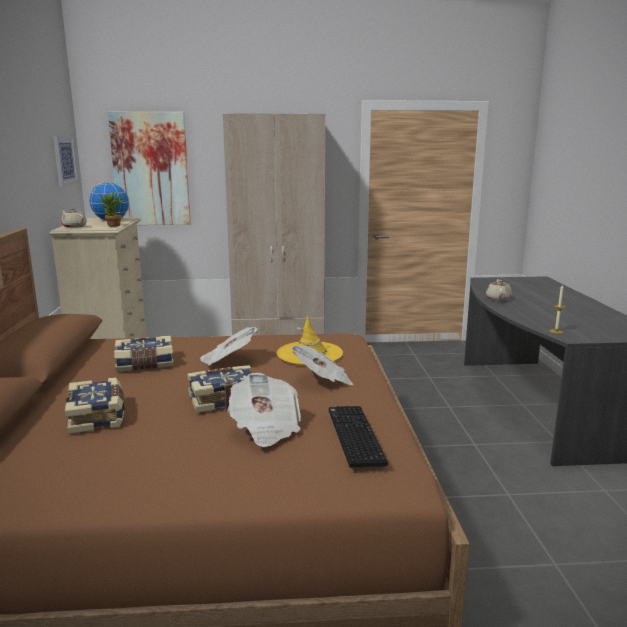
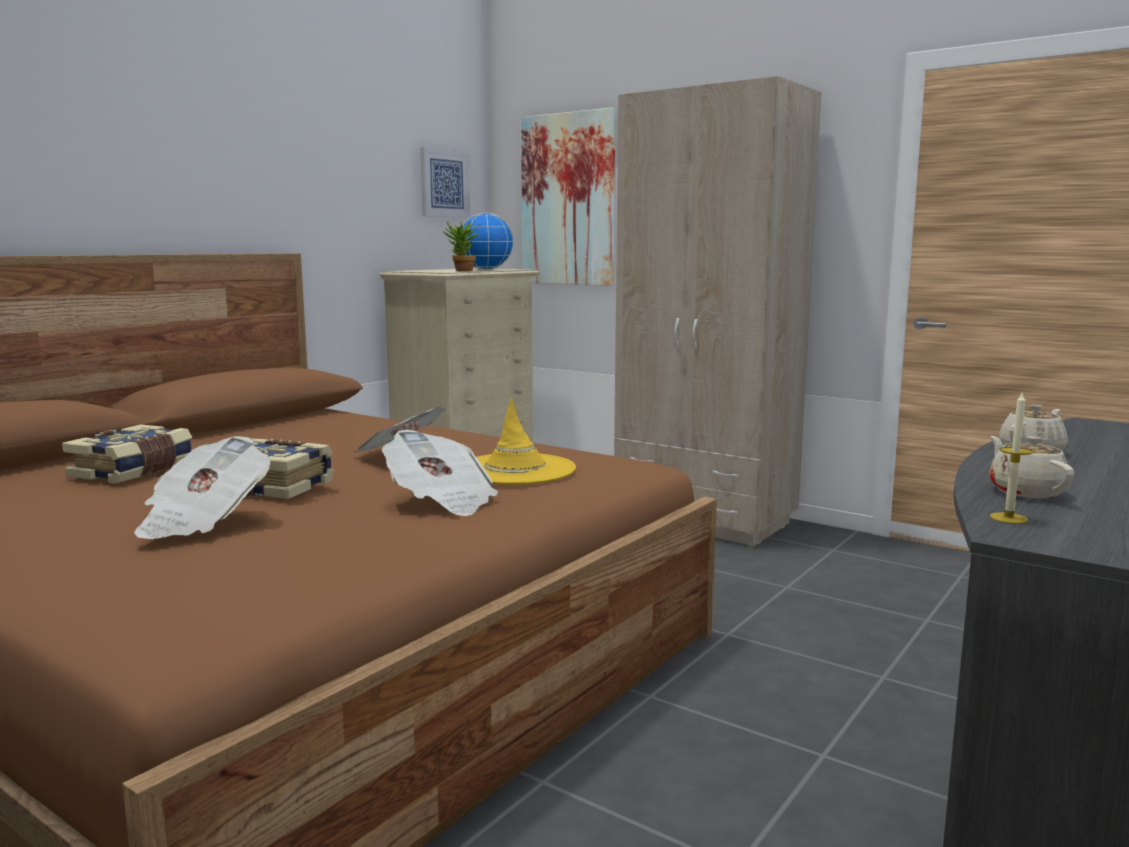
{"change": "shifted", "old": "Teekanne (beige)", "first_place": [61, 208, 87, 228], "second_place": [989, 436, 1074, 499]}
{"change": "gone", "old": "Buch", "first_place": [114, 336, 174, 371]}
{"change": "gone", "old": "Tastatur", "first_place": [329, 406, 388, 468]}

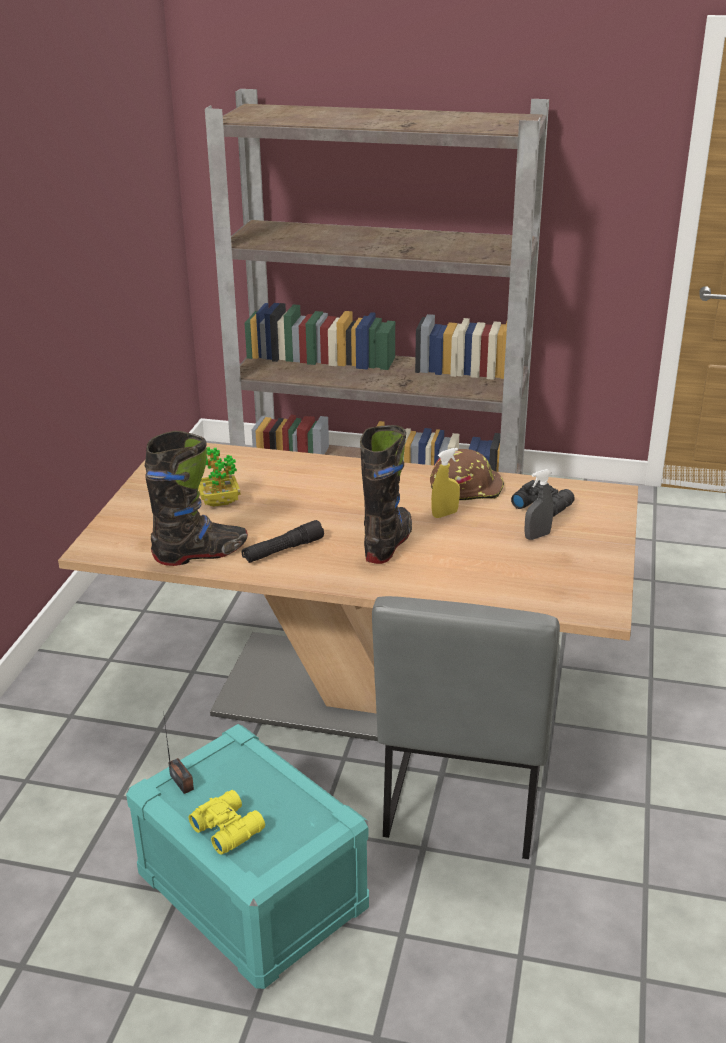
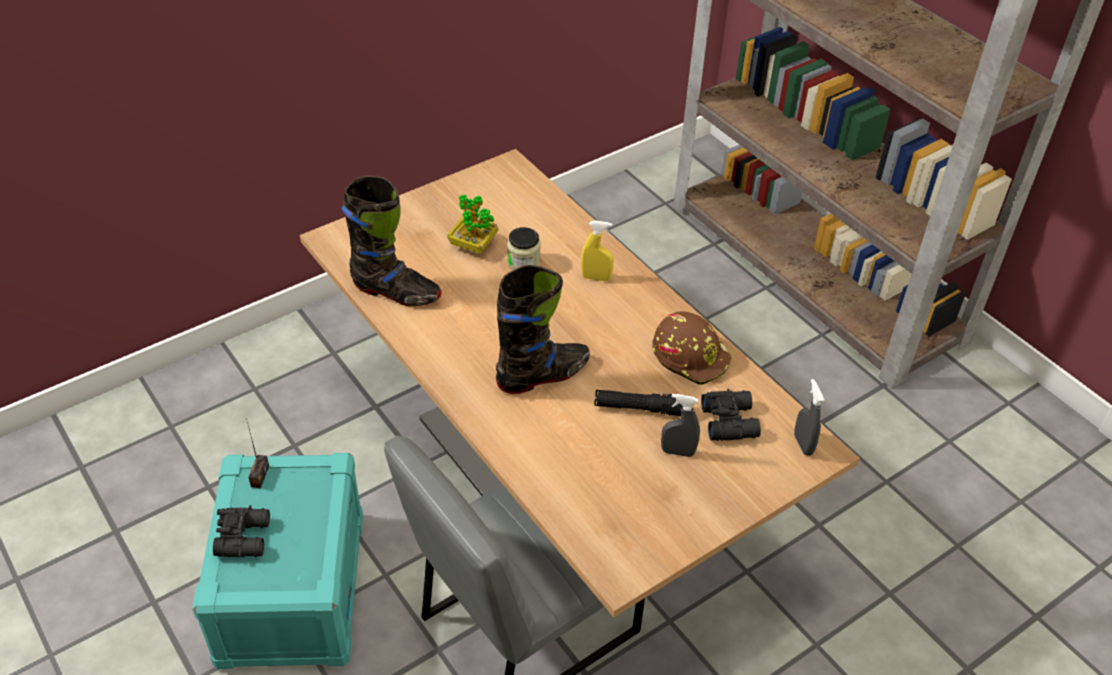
{"change": "repainted", "old": "Fernglas (gelb)", "new": "Fernglas (schwarz)", "first_place": [189, 790, 265, 855], "second_place": [213, 505, 270, 557]}
{"change": "new", "new": "Vorratsglas", "second_place": [507, 227, 541, 271]}
{"change": "shifted", "old": "Sprühflasche (gelb)", "first_place": [431, 448, 460, 518], "second_place": [581, 220, 614, 281]}
{"change": "shifted", "old": "Taschenlampe (schwarz)", "first_place": [241, 520, 324, 563], "second_place": [594, 390, 688, 416]}
{"change": "new", "new": "Sprühflasche (grau)", "second_place": [794, 379, 824, 456]}

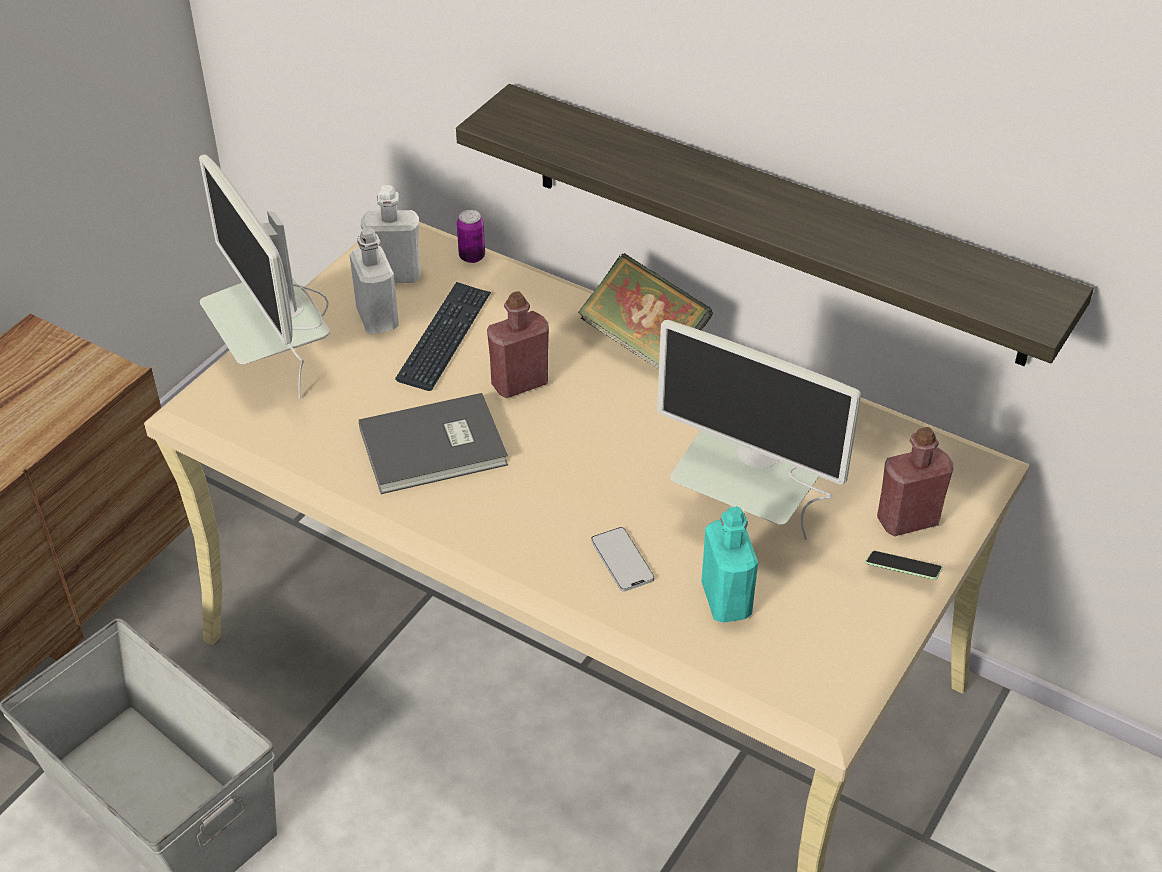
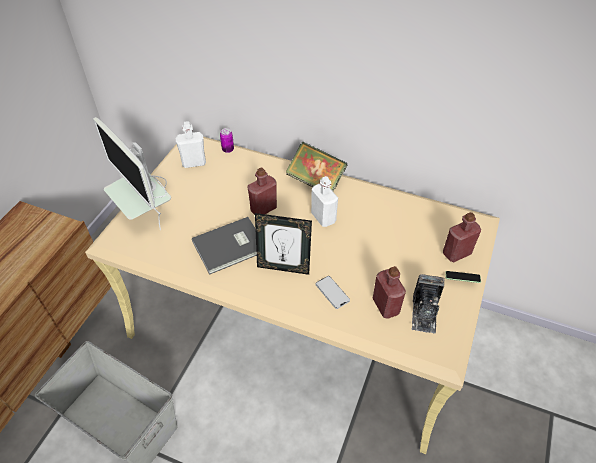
{"change": "new", "new": "Bilderrahmen", "second_place": [255, 213, 312, 275]}
{"change": "shifted", "old": "Flasche (weiß)", "first_place": [350, 227, 399, 334], "second_place": [311, 176, 338, 227]}
{"change": "repainted", "old": "Flasche (türkis)", "new": "Flasche (rot)", "first_place": [701, 506, 758, 623], "second_place": [372, 266, 406, 319]}
{"change": "new", "new": "Kamera", "second_place": [412, 274, 445, 334]}
{"change": "gone", "old": "Tastatur", "first_place": [395, 282, 491, 391]}
{"change": "gone", "old": "Wandregal", "first_place": [456, 84, 1094, 366]}
{"change": "gone", "old": "Monitor", "first_place": [657, 320, 861, 540]}

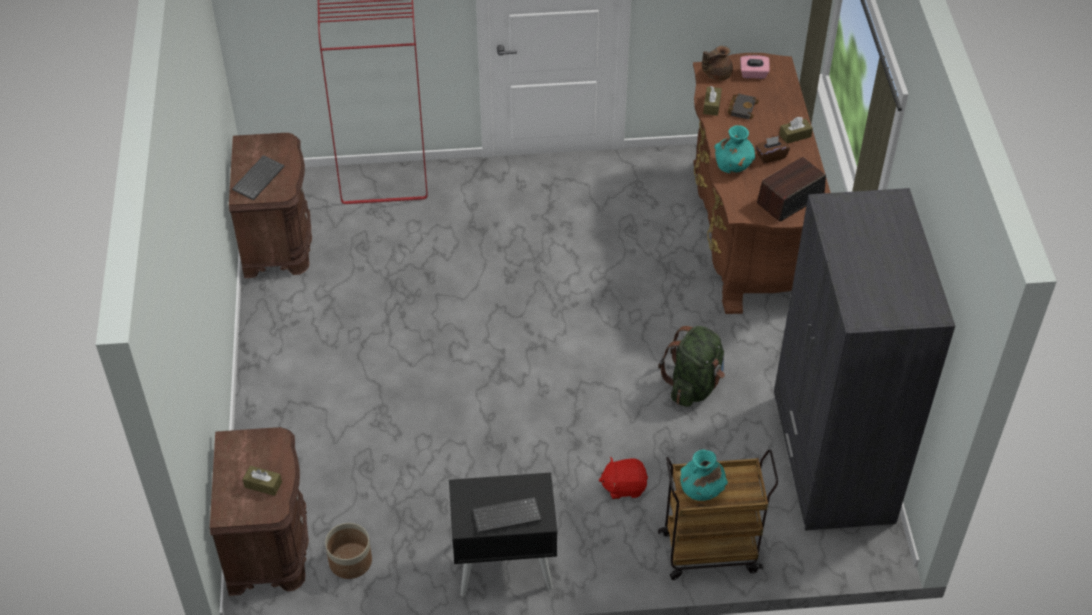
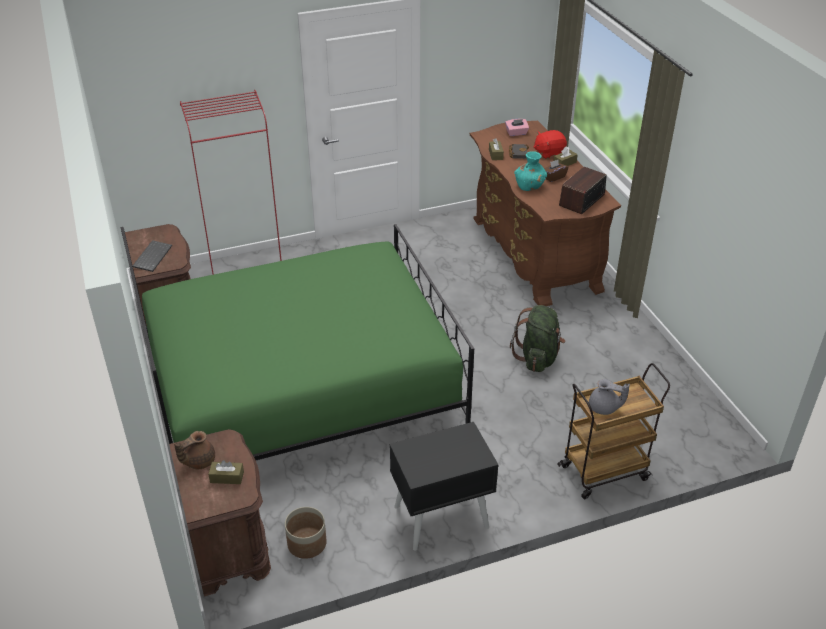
{"change": "new", "new": "Bett (grün)", "second_place": [120, 224, 474, 460]}
{"change": "shifted", "old": "Teekanne (braun)", "first_place": [702, 46, 733, 81], "second_place": [174, 431, 215, 469]}
{"change": "shifted", "old": "Plüschtier (rot)", "first_place": [599, 457, 648, 499], "second_place": [534, 130, 567, 159]}
{"change": "swapped", "old": "Vase (türkis)", "new": "Teekanne (grau)", "first_place": [680, 449, 728, 501], "second_place": [589, 379, 630, 415]}
{"change": "gone", "old": "Tastatur", "first_place": [473, 497, 542, 533]}
{"change": "gone", "old": "Kleiderschrank (grau)", "first_place": [774, 188, 955, 531]}

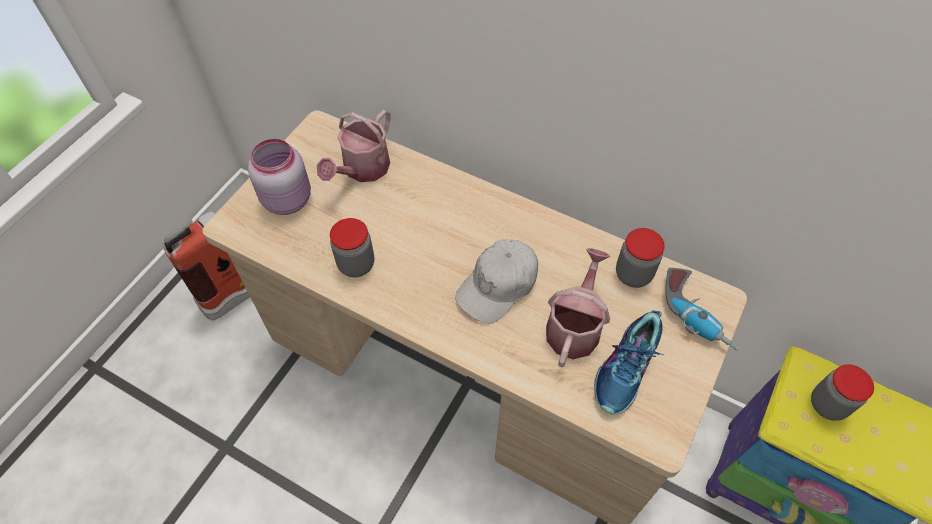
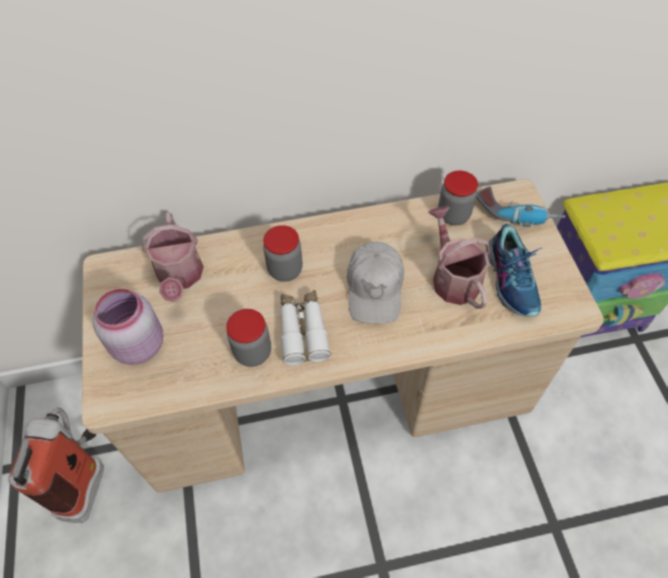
{"change": "shifted", "old": "Vorratsglas", "first_place": [811, 365, 874, 421], "second_place": [263, 225, 303, 282]}
{"change": "new", "new": "Fernglas (weiß)", "second_place": [281, 290, 331, 365]}

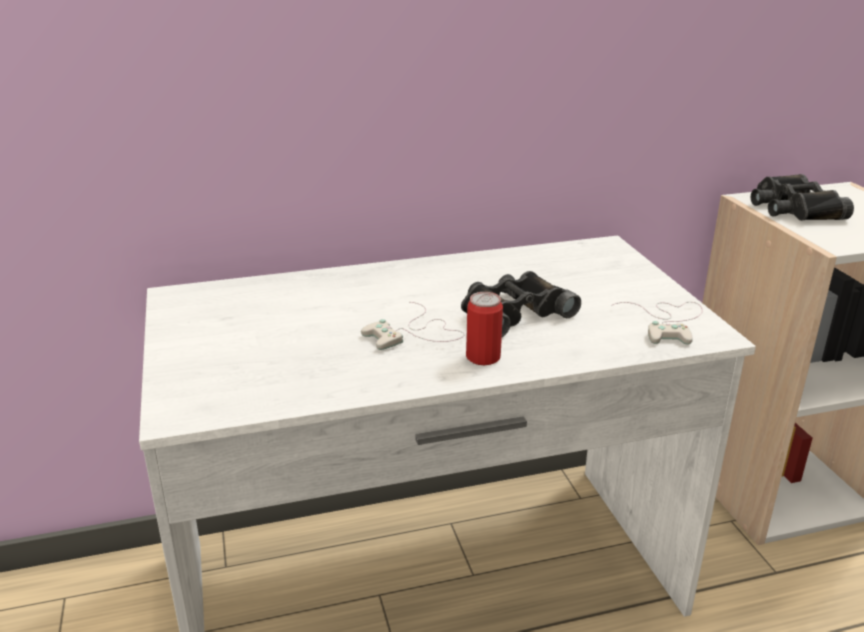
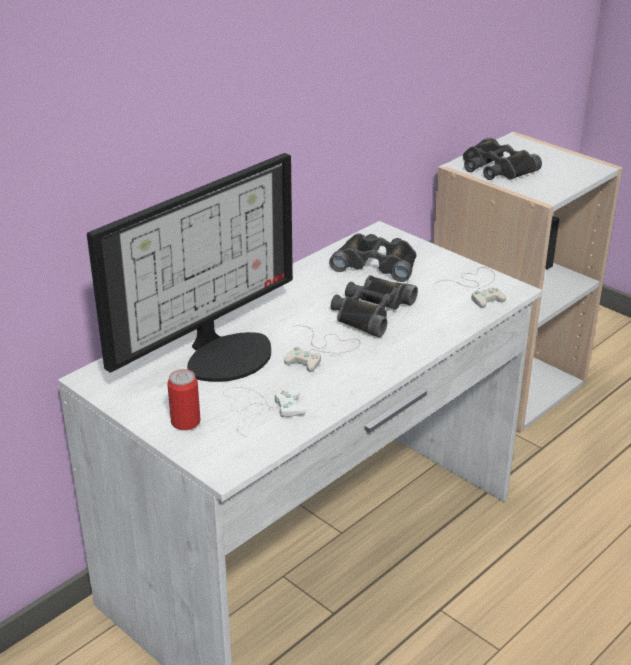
{"change": "new", "new": "Monitor", "second_place": [87, 153, 293, 382]}
{"change": "shifted", "old": "Dose", "first_place": [466, 292, 503, 365], "second_place": [167, 369, 201, 430]}
{"change": "new", "new": "Gamepad (weiß)", "second_place": [223, 387, 306, 437]}
{"change": "new", "new": "Fernglas (schwarz)", "second_place": [329, 233, 417, 282]}

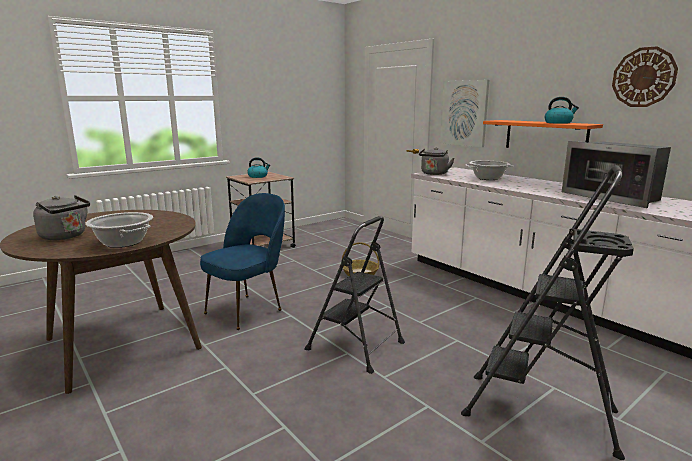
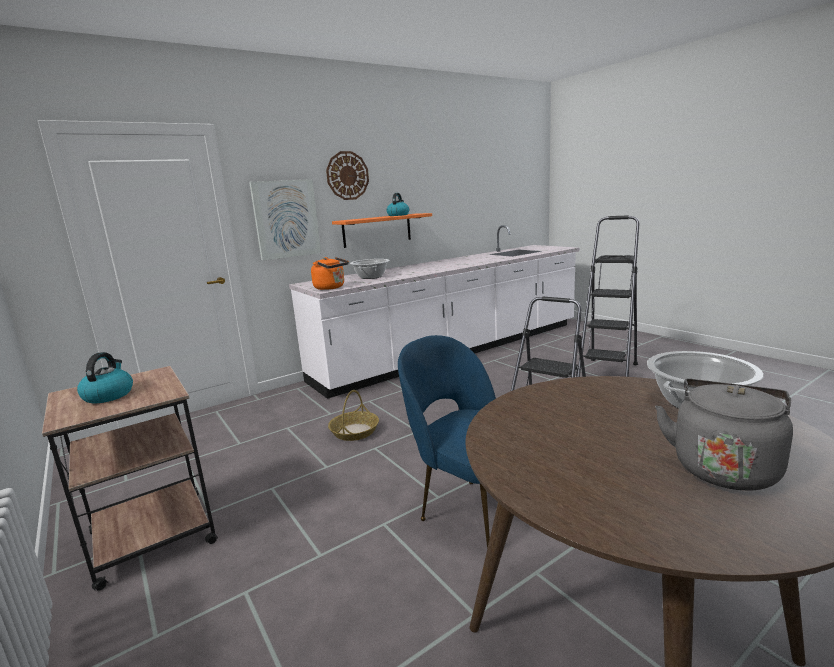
{"change": "repainted", "old": "Wasserkessel (grau)", "new": "Wasserkessel (orange)", "first_place": [419, 147, 454, 175], "second_place": [311, 257, 349, 290]}
{"change": "shifted", "old": "Wanduhr", "first_place": [612, 46, 678, 107], "second_place": [326, 151, 369, 200]}
{"change": "gone", "old": "Mikrowelle", "first_place": [562, 141, 671, 208]}

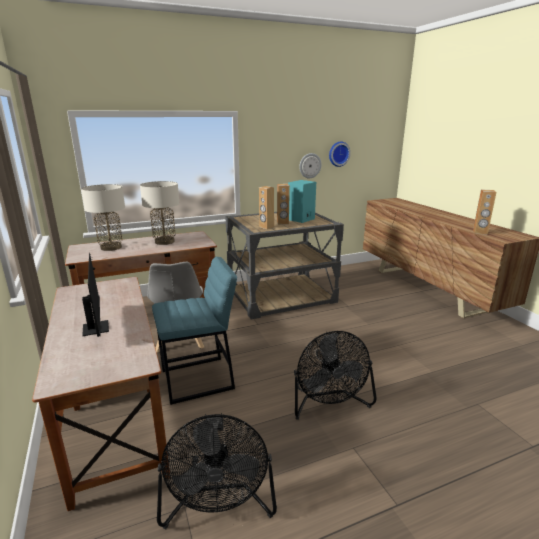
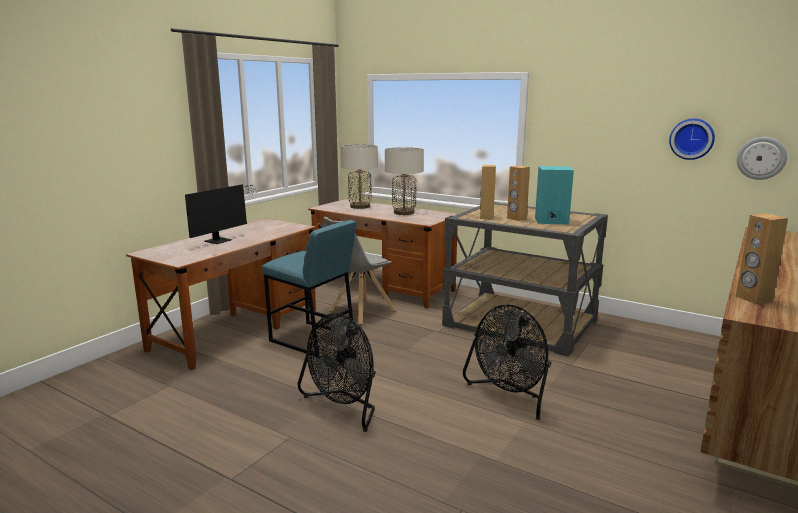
{"change": "shifted", "old": "Ventilator (schwarz)", "first_place": [157, 413, 277, 529], "second_place": [463, 305, 552, 420]}
{"change": "shifted", "old": "Wanduhr", "first_place": [299, 153, 322, 178], "second_place": [737, 137, 787, 180]}

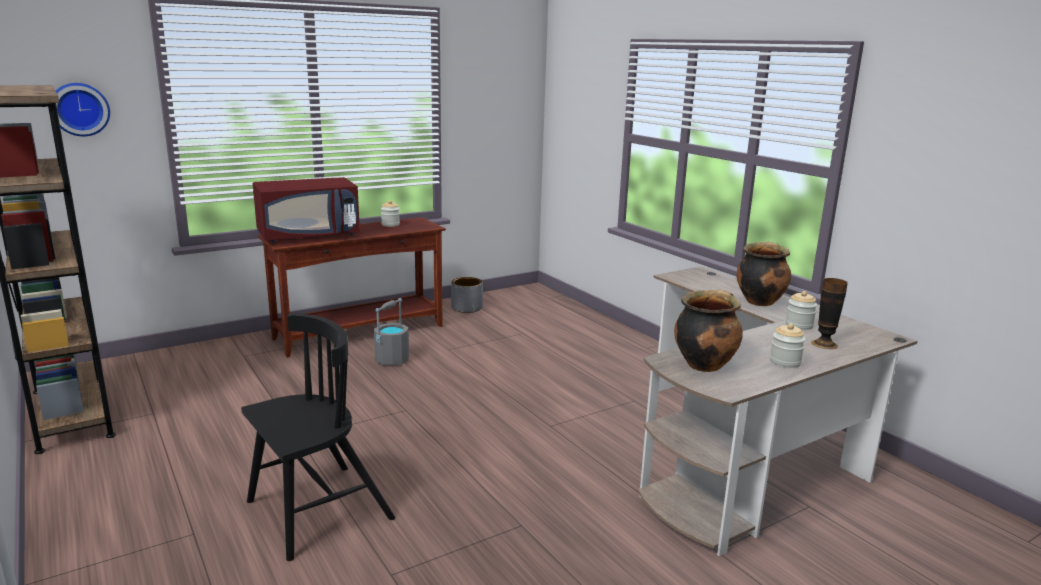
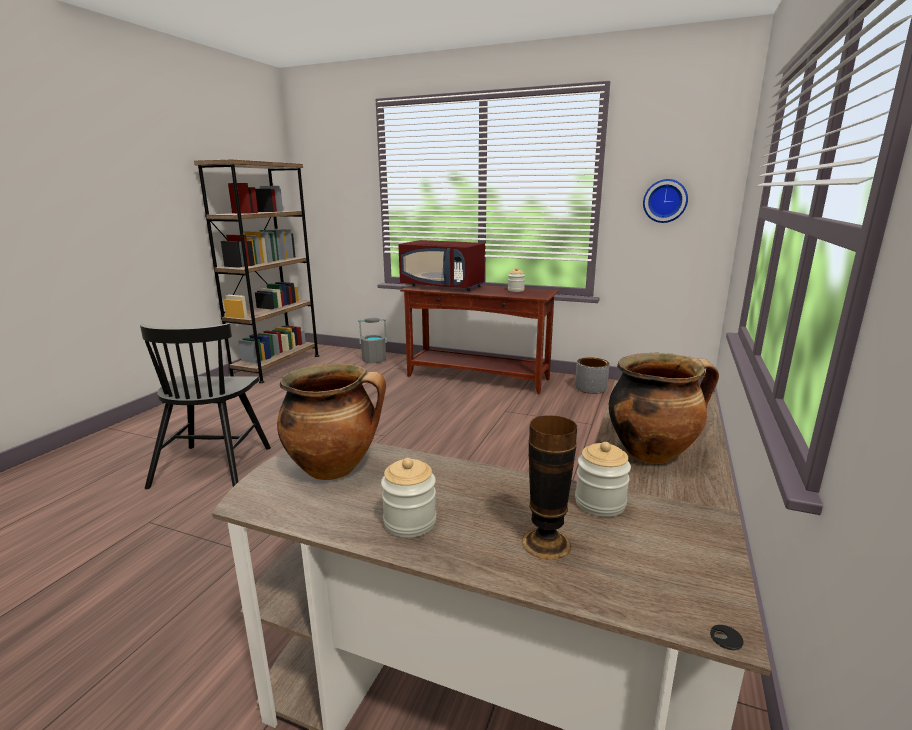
{"change": "rotated", "old": "Stuhl (schwarz)", "first_place": [241, 314, 395, 561], "second_place": [140, 323, 271, 489], "degrees": 75}
{"change": "shifted", "old": "Eimer (grau)", "first_place": [374, 298, 409, 365], "second_place": [358, 318, 388, 363]}
{"change": "shifted", "old": "Wanduhr", "first_place": [56, 83, 110, 136], "second_place": [643, 179, 688, 223]}

